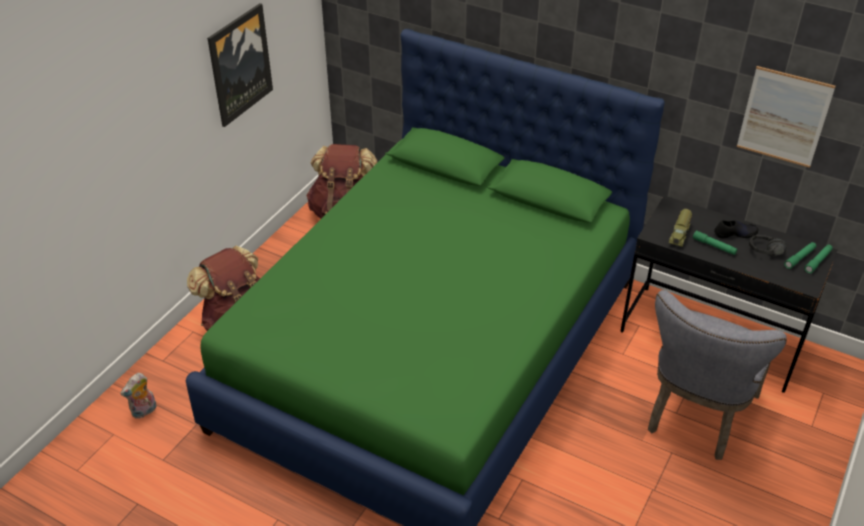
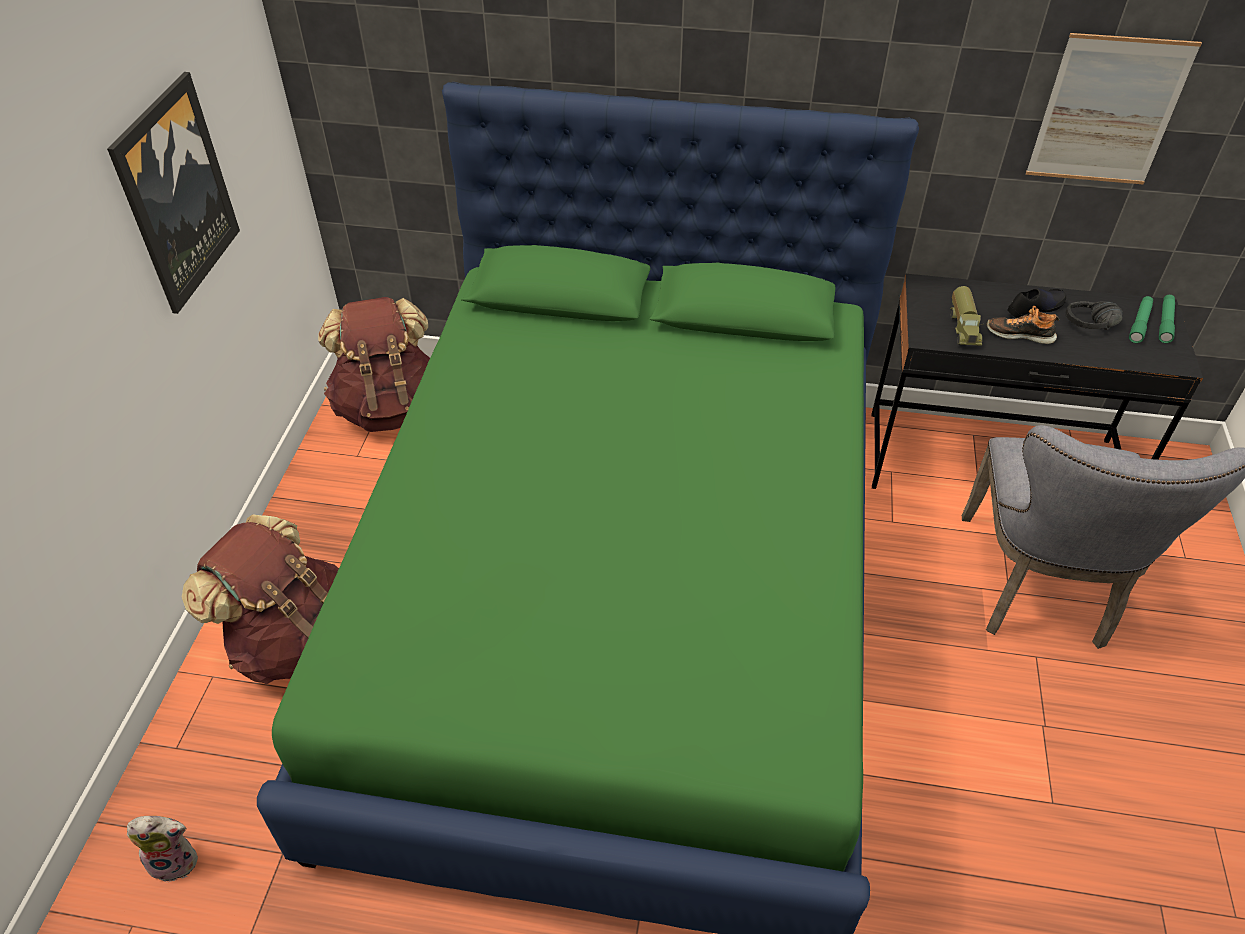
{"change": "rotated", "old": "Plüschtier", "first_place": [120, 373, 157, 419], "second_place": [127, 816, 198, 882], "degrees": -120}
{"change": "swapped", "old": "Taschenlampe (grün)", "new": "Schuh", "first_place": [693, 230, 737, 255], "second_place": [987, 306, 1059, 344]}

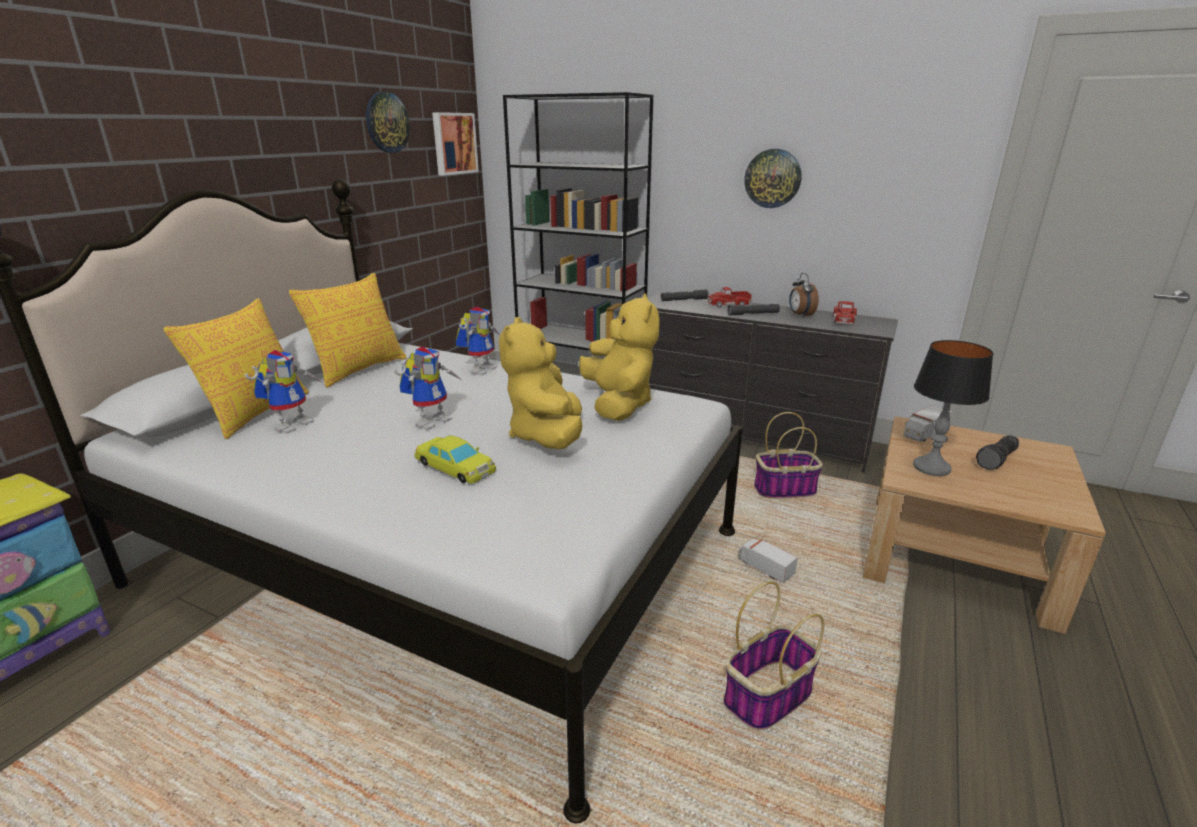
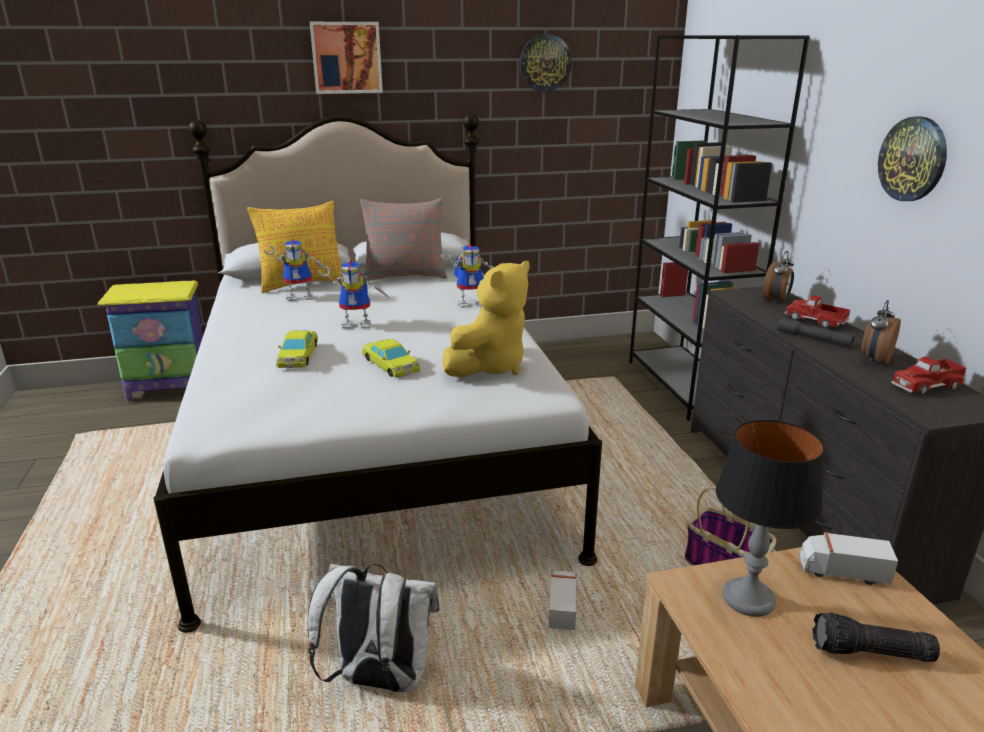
{"change": "swapped", "old": "Korb", "new": "Rucksack (weiß)", "first_place": [723, 581, 824, 730], "second_place": [308, 564, 439, 692]}
{"change": "shifted", "old": "Bild", "first_place": [432, 112, 479, 176], "second_place": [310, 22, 383, 94]}
{"change": "repainted", "old": "Kissen (gelb)", "new": "Kissen (grau)", "first_place": [289, 273, 407, 388], "second_place": [360, 198, 447, 281]}
{"change": "swapped", "old": "Plüschtier (gelb)", "new": "Spielzeugauto (gelb)", "first_place": [499, 317, 582, 449], "second_place": [362, 339, 420, 378]}
{"change": "swapped", "old": "Taschenlampe (grau)", "new": "Wecker", "first_place": [661, 289, 709, 301], "second_place": [763, 251, 794, 304]}

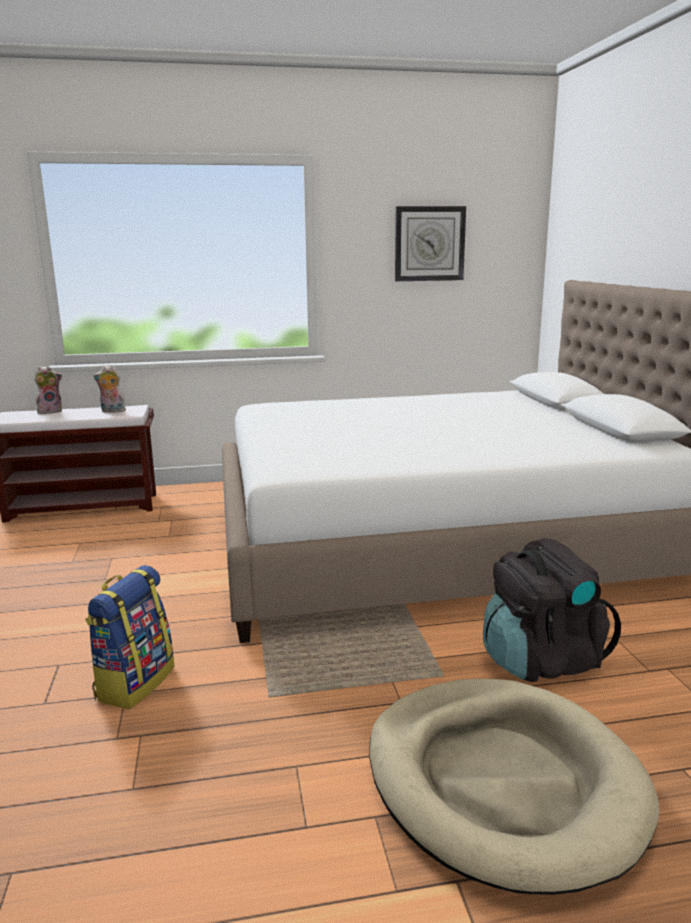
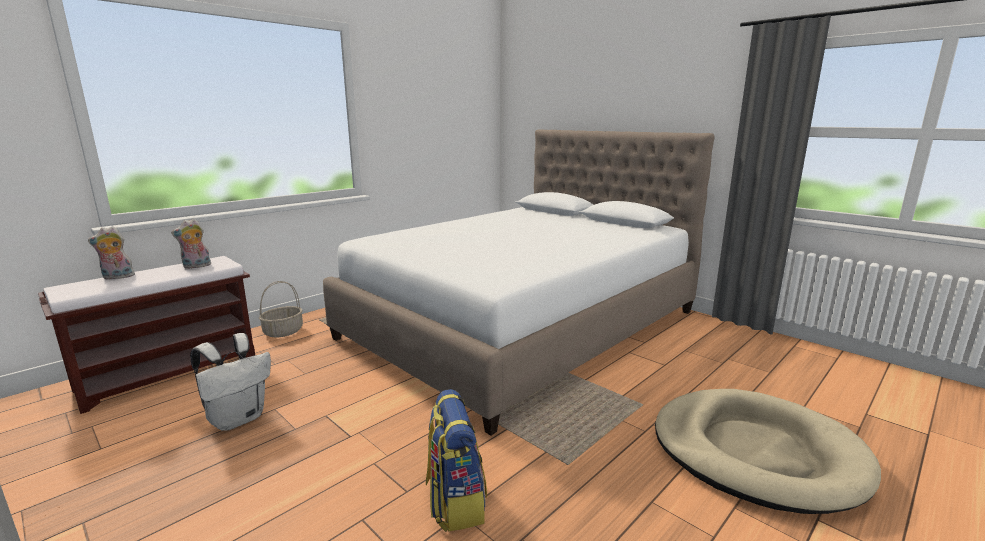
{"change": "rotated", "old": "Plüschtier", "first_place": [34, 366, 62, 414], "second_place": [88, 226, 135, 280], "degrees": -135}
{"change": "new", "new": "Rucksack (weiß)", "second_place": [190, 333, 271, 431]}
{"change": "new", "new": "Korb", "second_place": [259, 281, 303, 338]}
{"change": "gone", "old": "Wanduhr", "first_place": [395, 206, 466, 281]}
{"change": "gone", "old": "Rucksack (schwarz)", "first_place": [483, 538, 621, 682]}

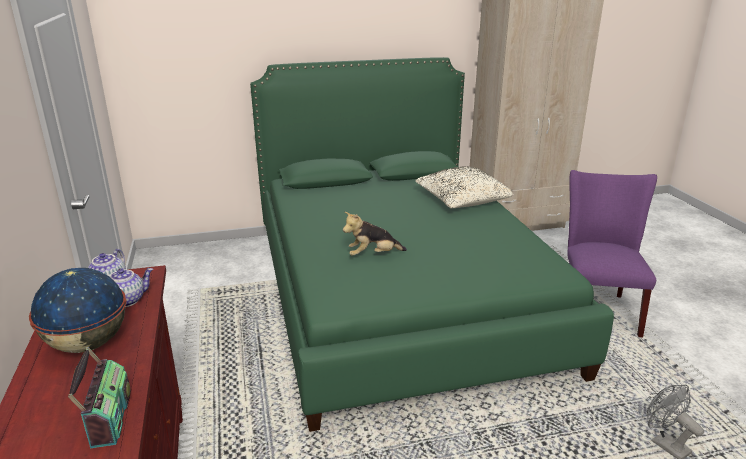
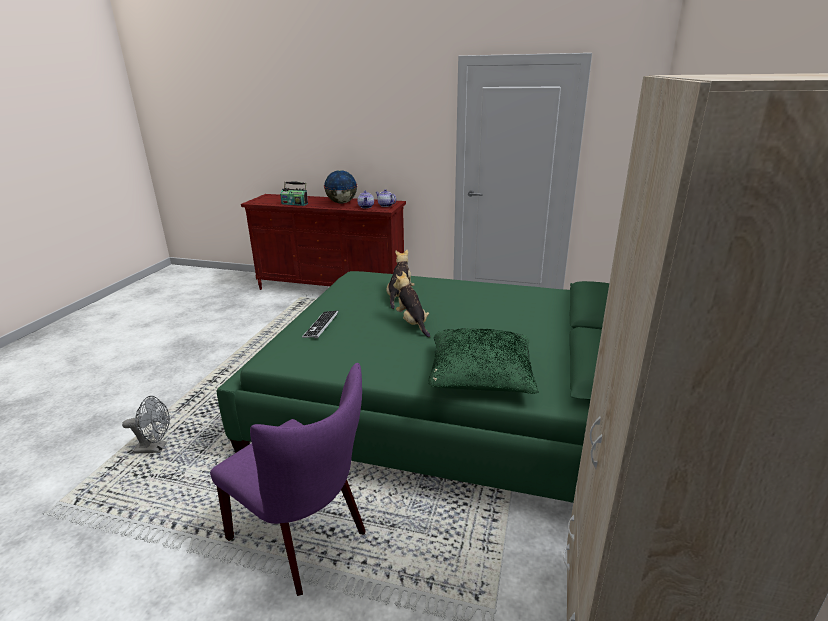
{"change": "new", "new": "Tastatur", "second_place": [302, 311, 339, 338]}
{"change": "new", "new": "Plüschtier", "second_place": [393, 271, 430, 337]}
{"change": "repainted", "old": "Kissen (beige)", "new": "Kissen (grün)", "first_place": [415, 166, 513, 208], "second_place": [428, 328, 538, 394]}

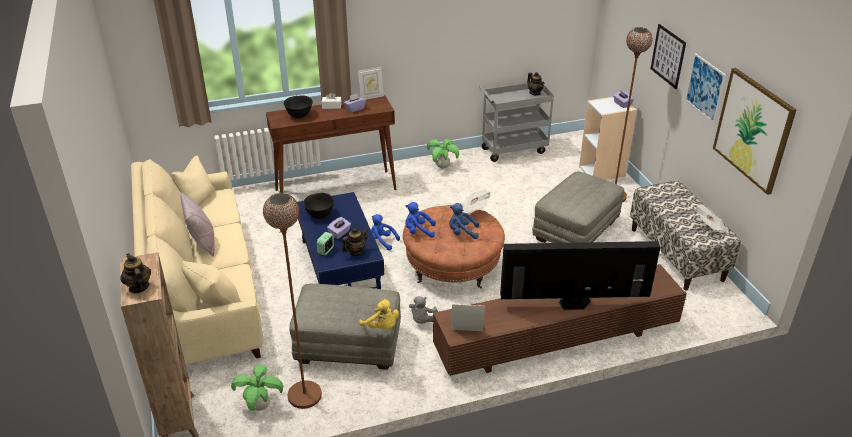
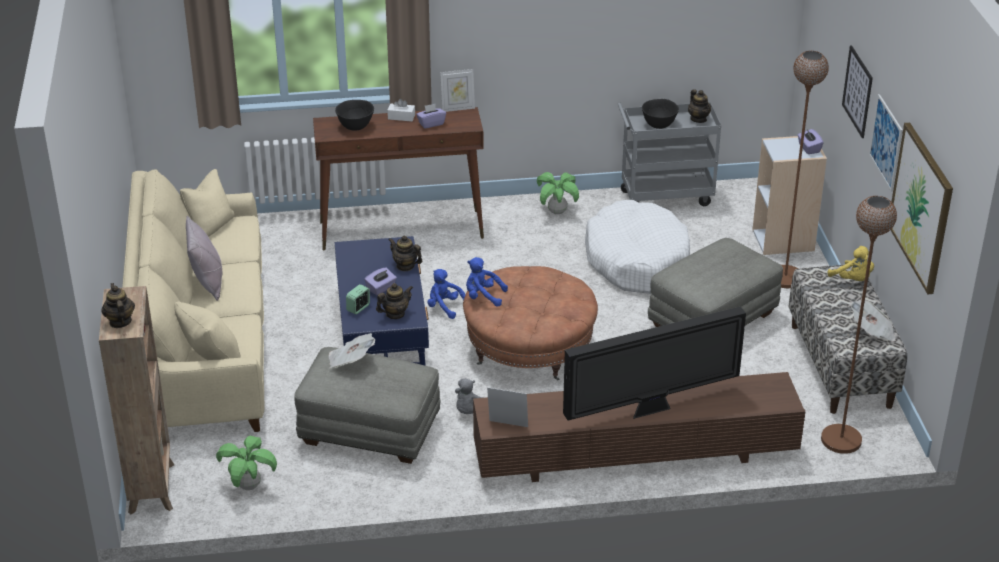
{"change": "shifted", "old": "Zeitung", "first_place": [460, 190, 492, 214], "second_place": [329, 333, 375, 368]}
{"change": "new", "new": "Teekanne", "second_place": [389, 236, 423, 271]}
{"change": "rotated", "old": "Fernseher", "first_place": [500, 241, 661, 310], "second_place": [563, 307, 746, 420], "degrees": 150}
{"change": "new", "new": "Hundebett (weiß)", "second_place": [585, 200, 690, 294]}
{"change": "shifted", "old": "Schüssel (schwarz)", "first_place": [303, 193, 335, 219], "second_place": [642, 99, 679, 129]}
{"change": "shifted", "old": "Stehlampe (braun)", "first_place": [263, 193, 322, 409], "second_place": [821, 196, 897, 454]}
{"change": "shifted", "old": "Plüschtier (gelb)", "first_place": [359, 299, 399, 330], "second_place": [828, 246, 874, 281]}
{"change": "gone", "old": "Plüschtier (blau)", "first_place": [449, 203, 479, 239]}

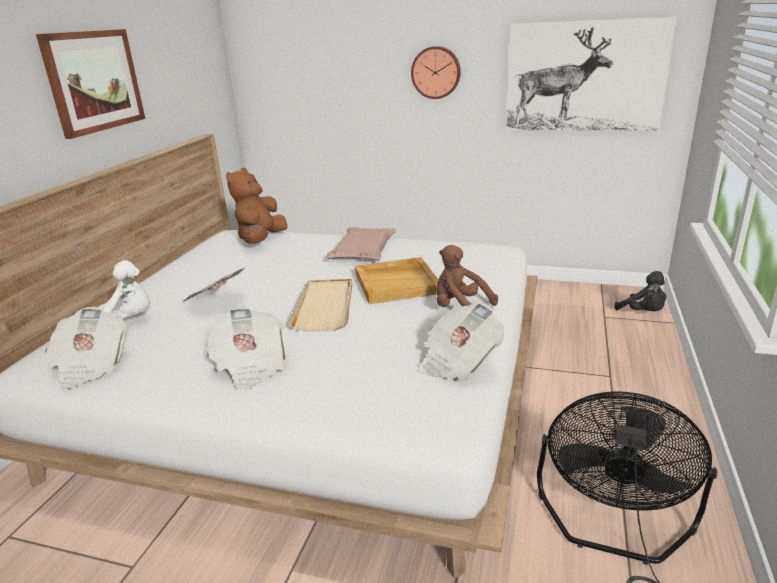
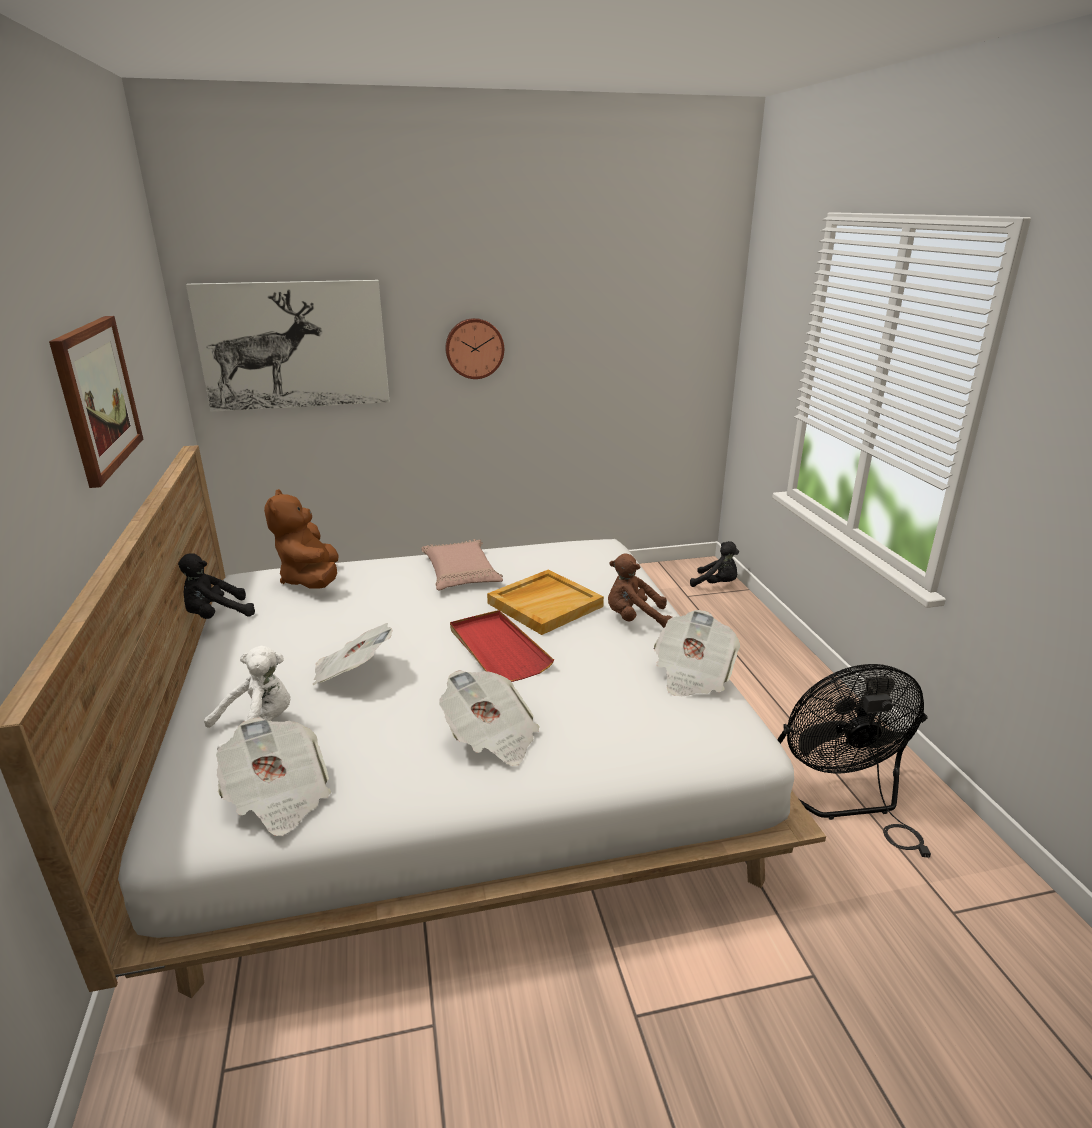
{"change": "new", "new": "Plüschtier (schwarz)", "second_place": [178, 553, 255, 619]}
{"change": "shifted", "old": "Bild", "first_place": [506, 17, 677, 131], "second_place": [186, 280, 390, 412]}
{"change": "repainted", "old": "Tablett (beige)", "new": "Tablett (rot)", "first_place": [288, 279, 352, 332], "second_place": [450, 610, 554, 682]}

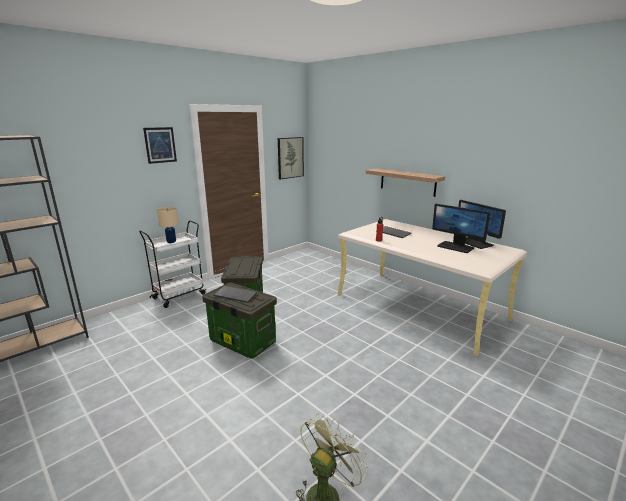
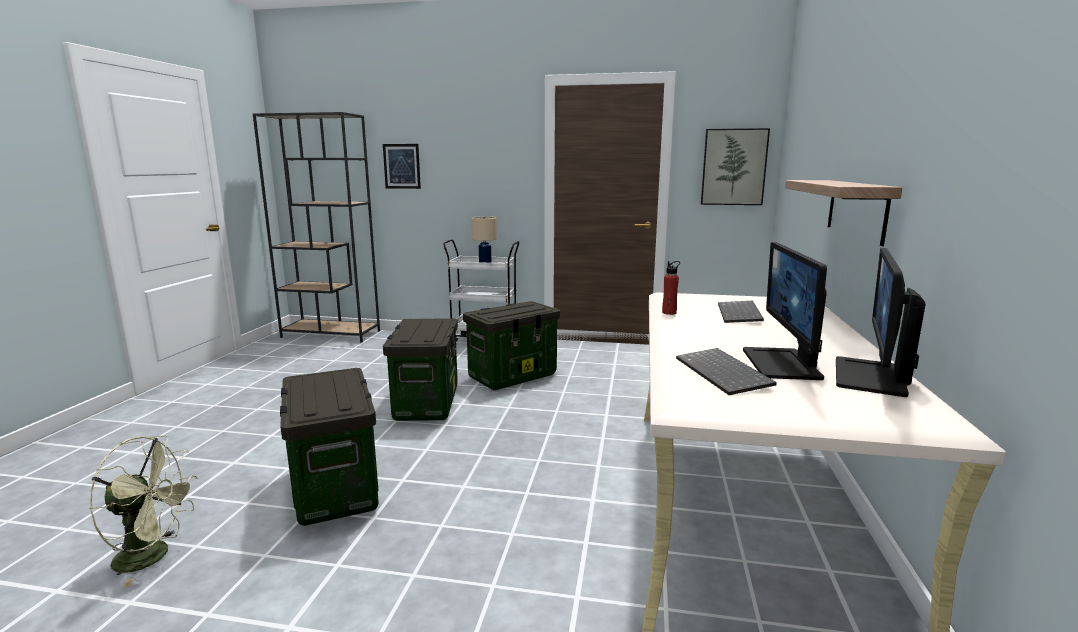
{"change": "new", "new": "Aufbewahrungsbox", "second_place": [280, 368, 379, 526]}
{"change": "shifted", "old": "Bild", "first_place": [143, 127, 177, 164], "second_place": [383, 144, 421, 189]}
{"change": "shifted", "old": "Tastatur", "first_place": [214, 286, 257, 303], "second_place": [676, 348, 776, 395]}

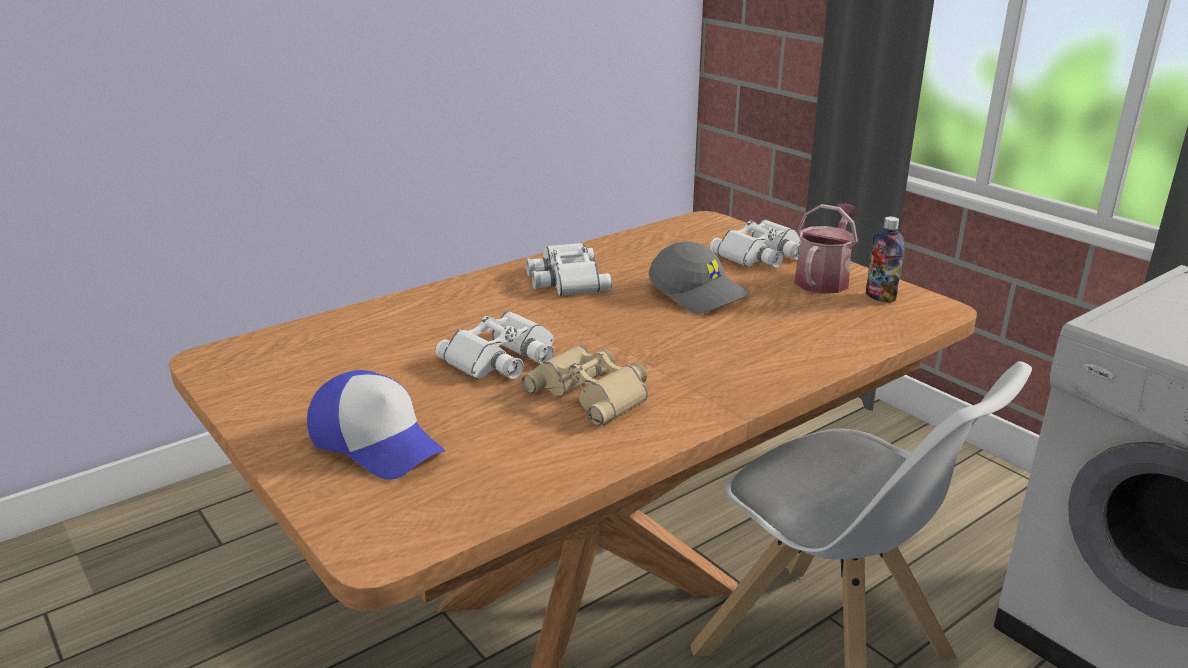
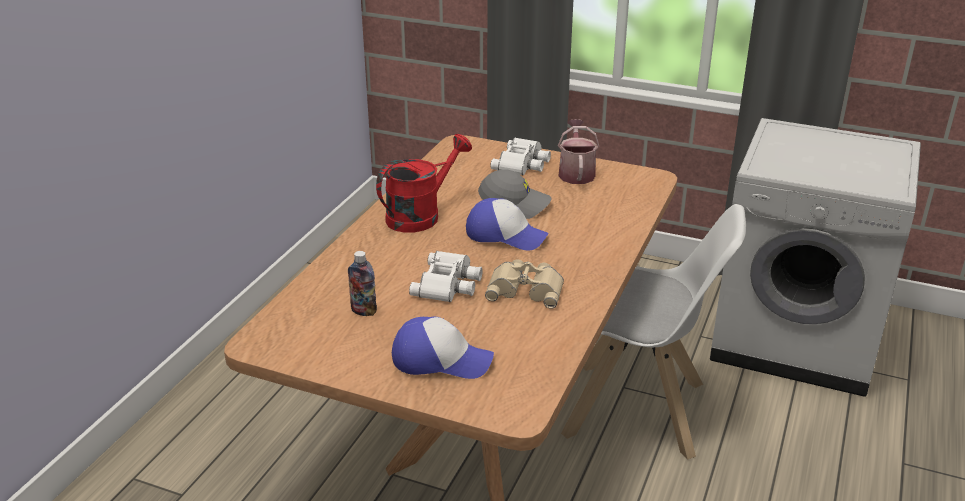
{"change": "shifted", "old": "Flasche", "first_place": [866, 217, 904, 303], "second_place": [348, 251, 377, 316]}
{"change": "swapped", "old": "Fernglas (weiß)", "new": "Gießkanne (rot)", "first_place": [526, 243, 612, 296], "second_place": [376, 134, 472, 233]}
{"change": "new", "new": "Kappe", "second_place": [466, 198, 549, 251]}

